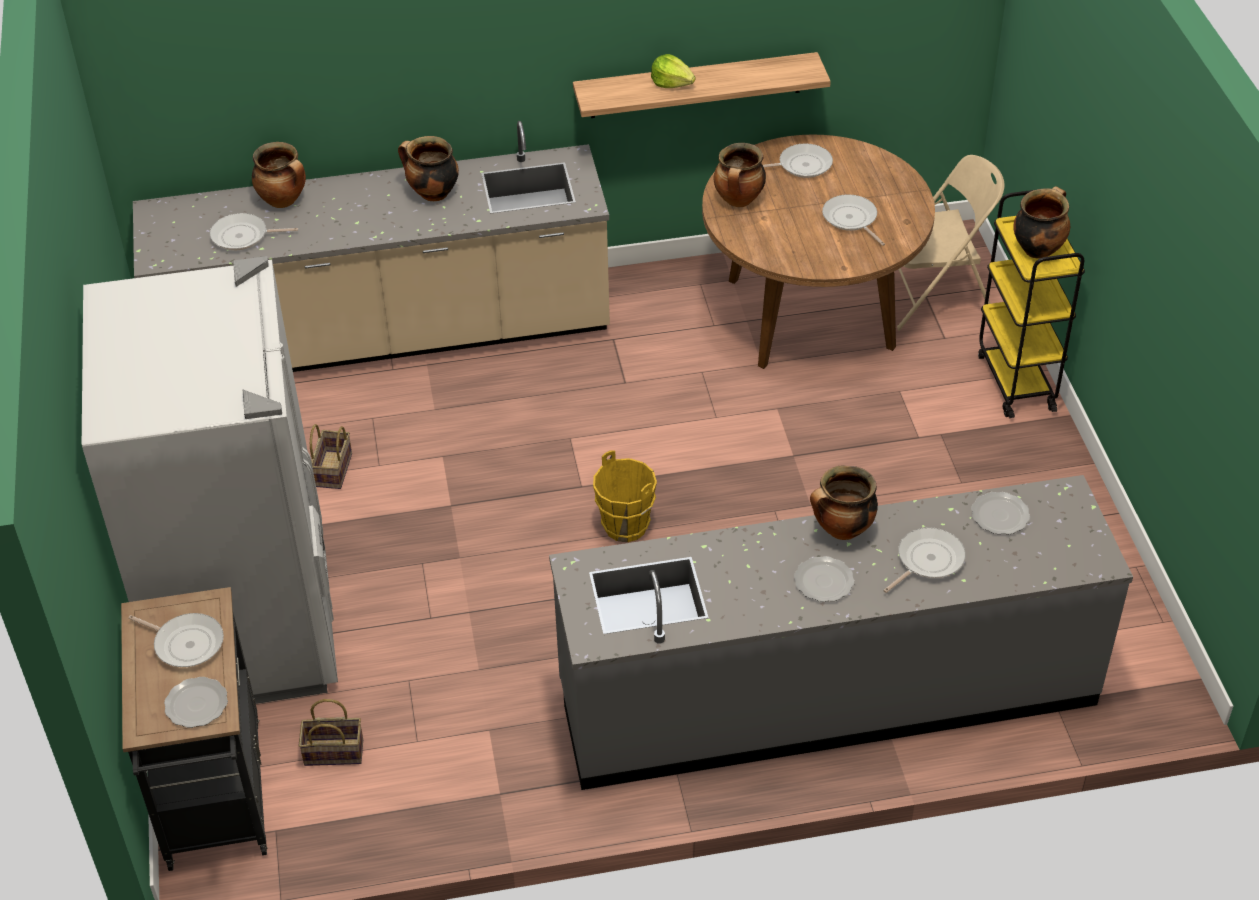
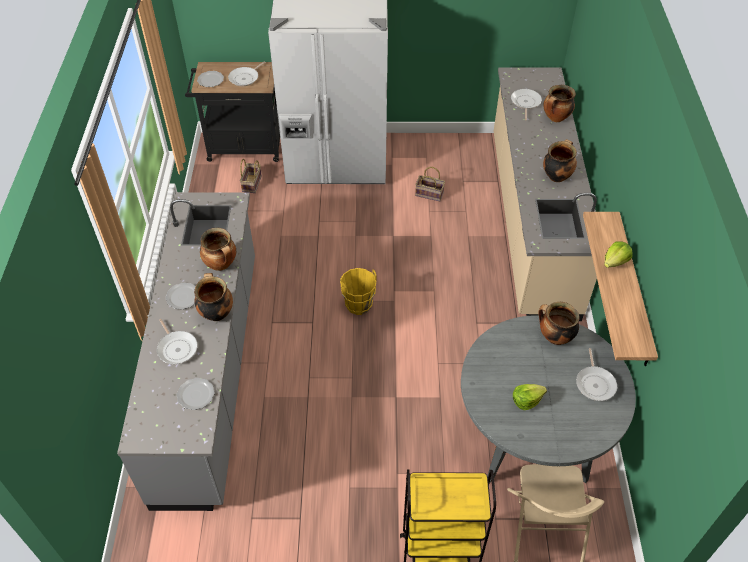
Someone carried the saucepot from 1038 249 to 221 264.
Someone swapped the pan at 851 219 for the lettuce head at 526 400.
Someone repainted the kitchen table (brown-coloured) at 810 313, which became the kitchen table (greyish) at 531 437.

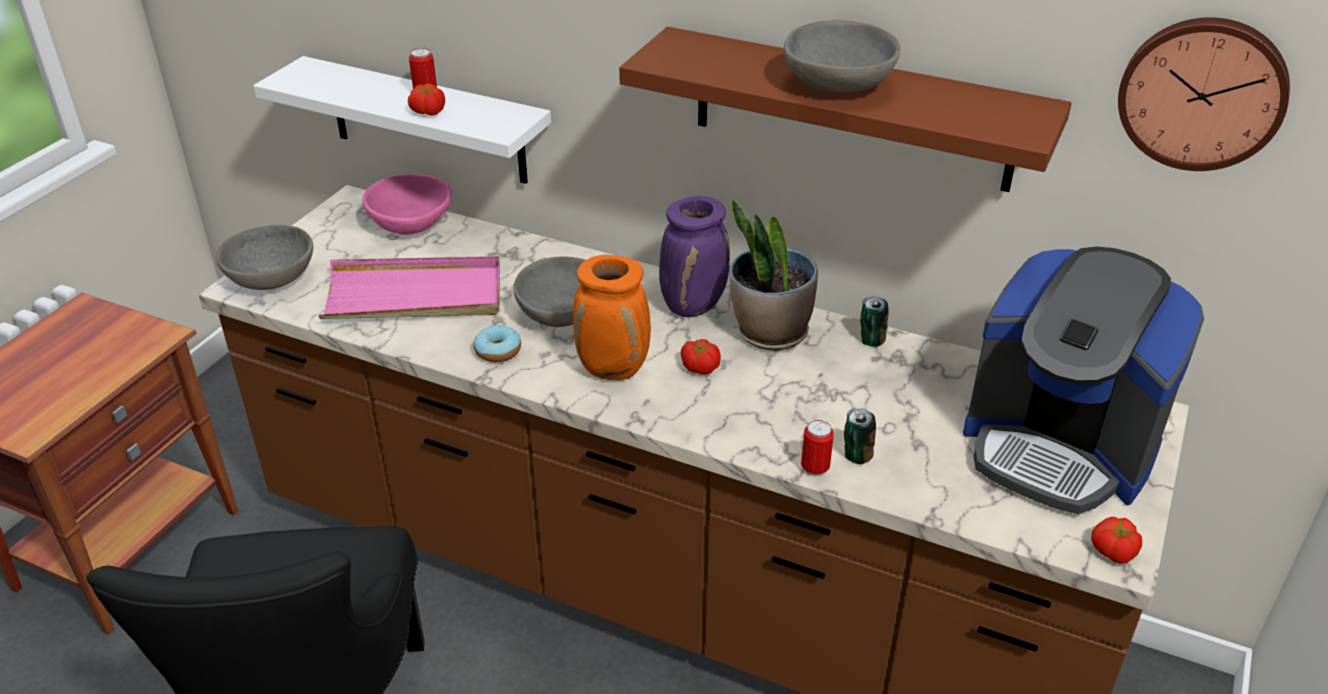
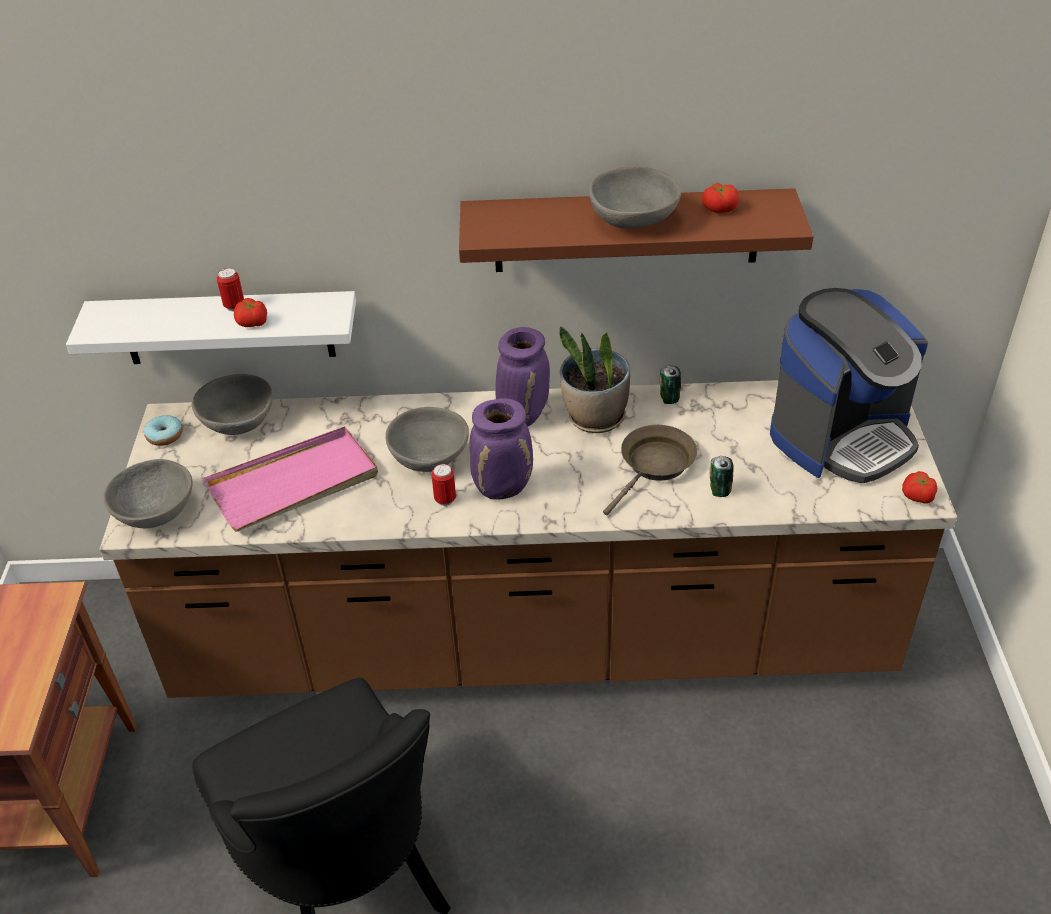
Someone took away the wall clock at 1202 92.
Someone put down the pan (brown-coloured) at 654 466.
Someone carried the donut from 498 351 to 165 436.
Someone carried the whole tomato from 700 366 to 719 208.
Someone carried the sealed can from 815 468 to 445 500.
Someone repainted the bowl (pinkish) at 411 225, which became the bowl (greyish) at 238 422.
Someone repainted the vase (orange-coloured) at 615 369, which became the vase (purple-coloured) at 503 488.
Someone rotated the coffee maker at 1058 448 by 45 degrees counterclockwise.

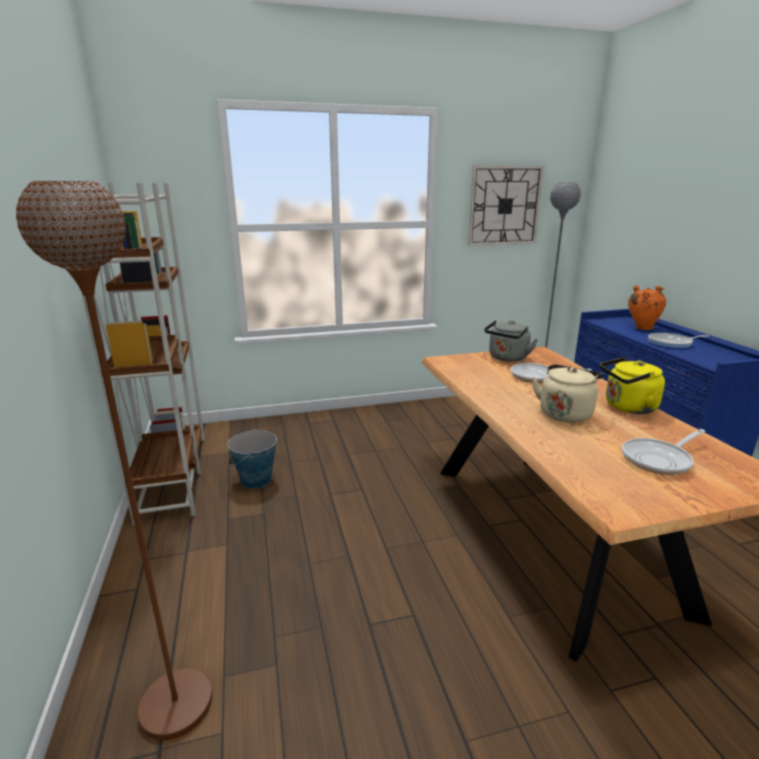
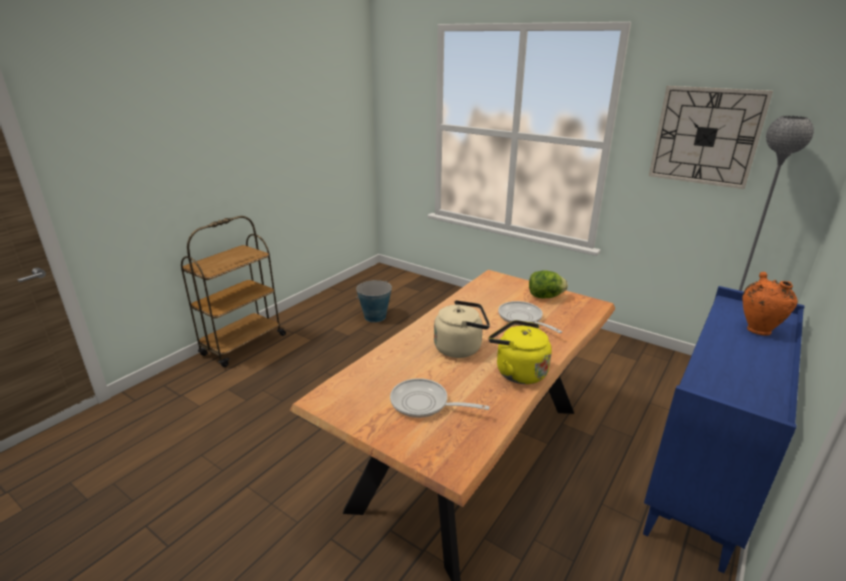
Someone took away the standing lamp (brown-coloured) at 175 705.
Someone took away the bookshelf (brown-coloured) at 173 475.
Someone took away the pan at 672 343.
Someone put down the wheeled cart (brown-coloured) at 242 345.
Someone swapped the tea kettle (greyish) at 507 358 for the lettuce head at 545 296.

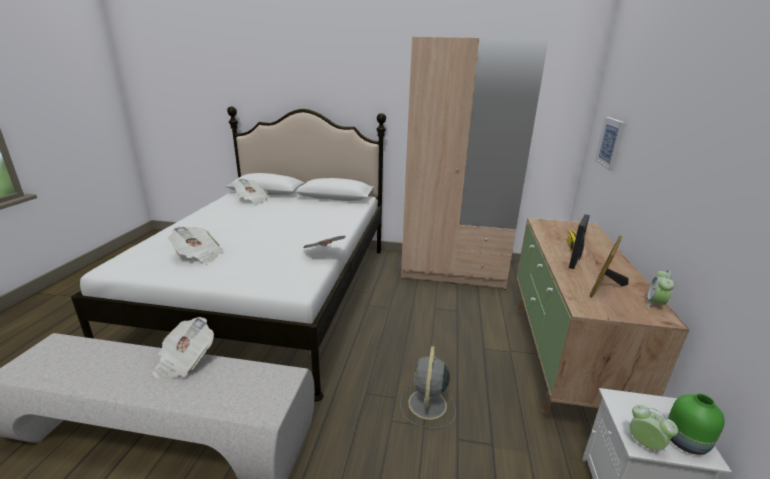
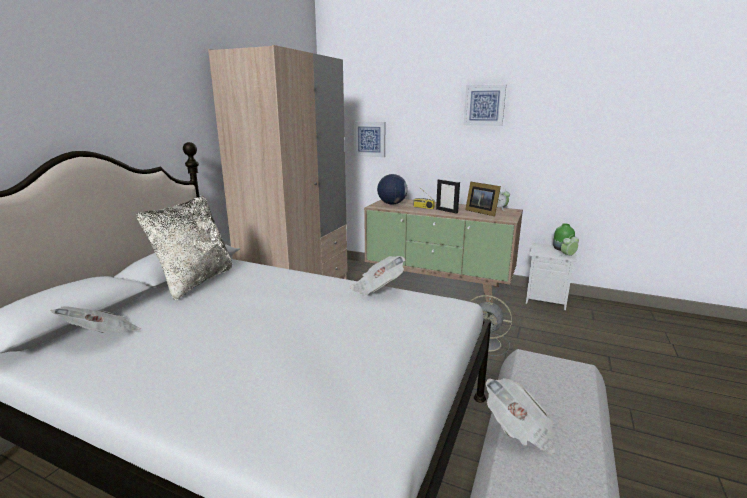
Someone took away the printed paper at 198 255.
Someone put down the pillow (beige-coloured) at 197 282.
Someone put down the world globe at 392 204.
Someone put up the wall art at 484 105.

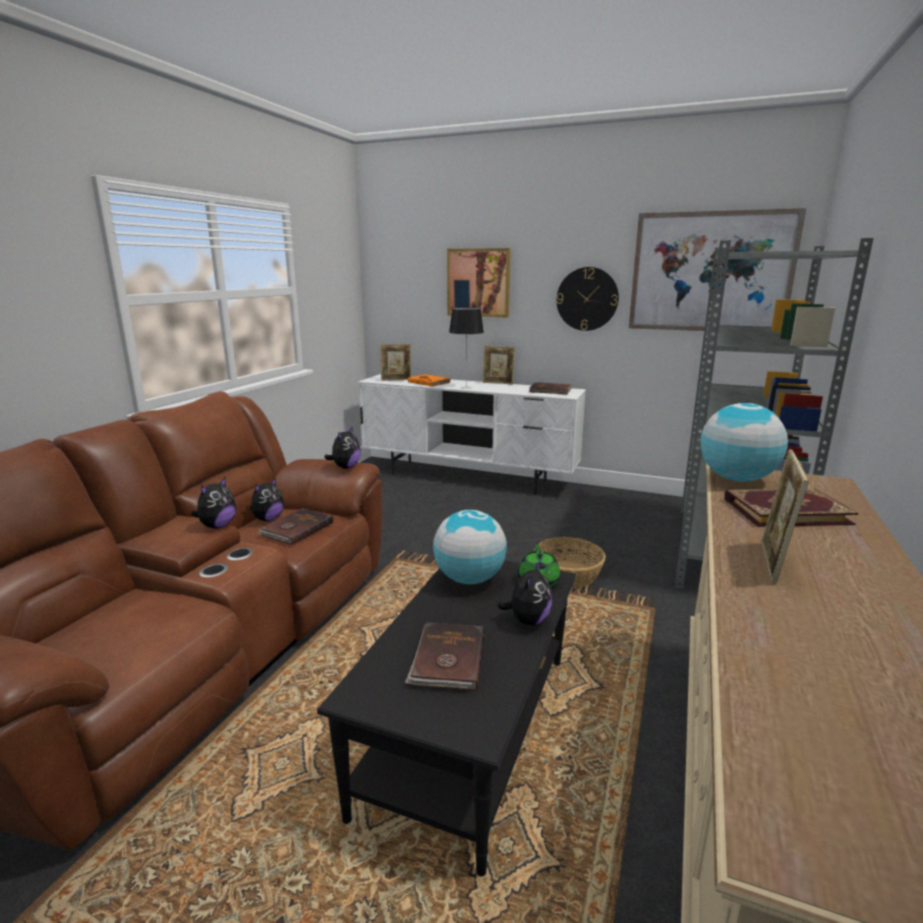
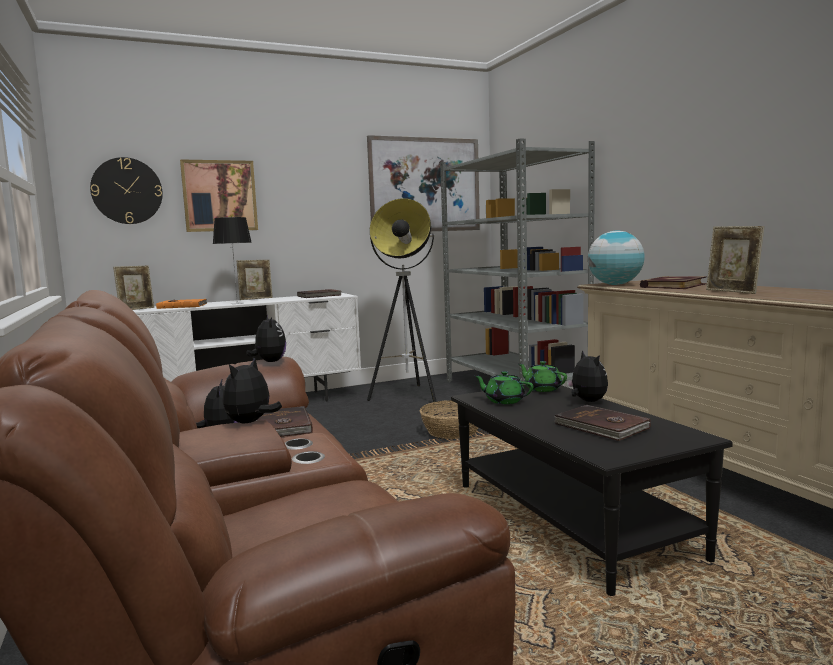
Someone put down the standing lamp at 408 395.
Someone carried the wall clock from 587 299 to 127 191.
Someone swapped the world globe at 469 579 for the teapot (green) at 504 401.
Someone rotated the soft toy at 217 526 by 135 degrees counterclockwise.

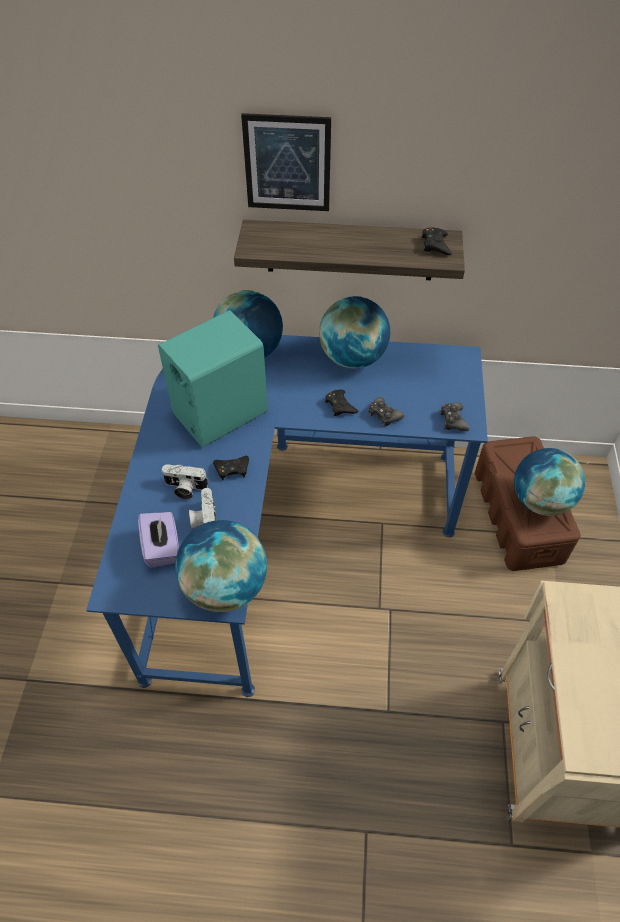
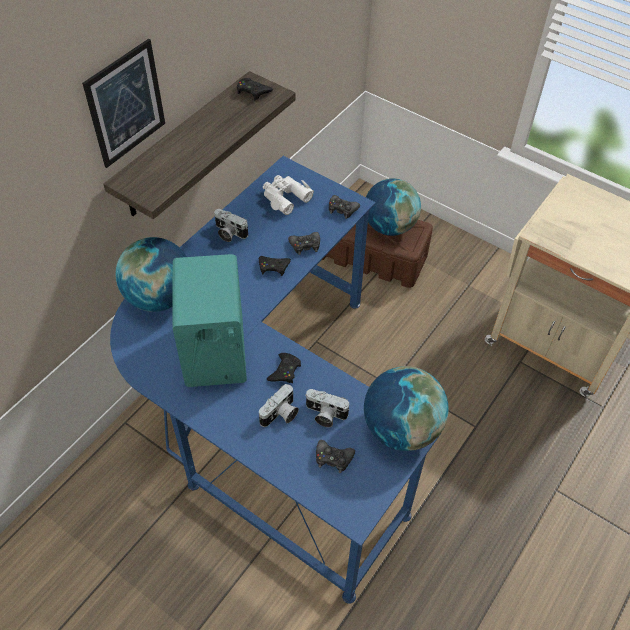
Someone put down the pair of binoculars (white) at 285 197.
Someone swapped the tissue box (purple-coloured) at 162 548 for the game controller (blackish) at 333 458.
Someone swapped the world globe at 353 358 for the photo camera at 229 233.

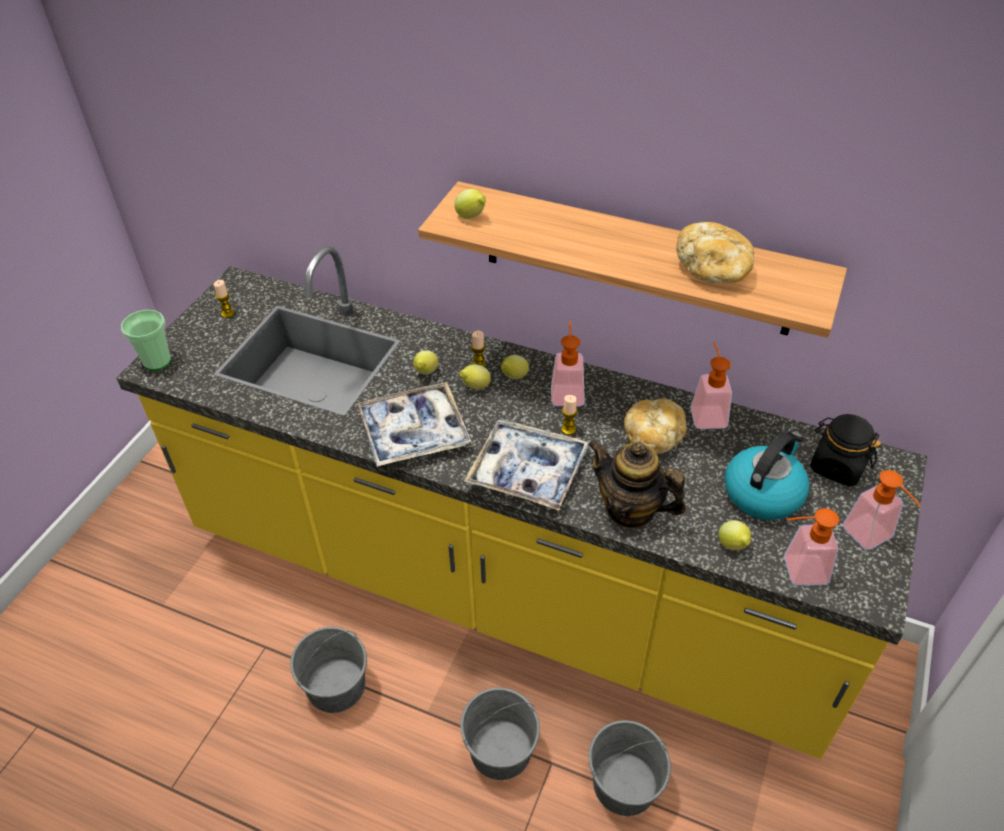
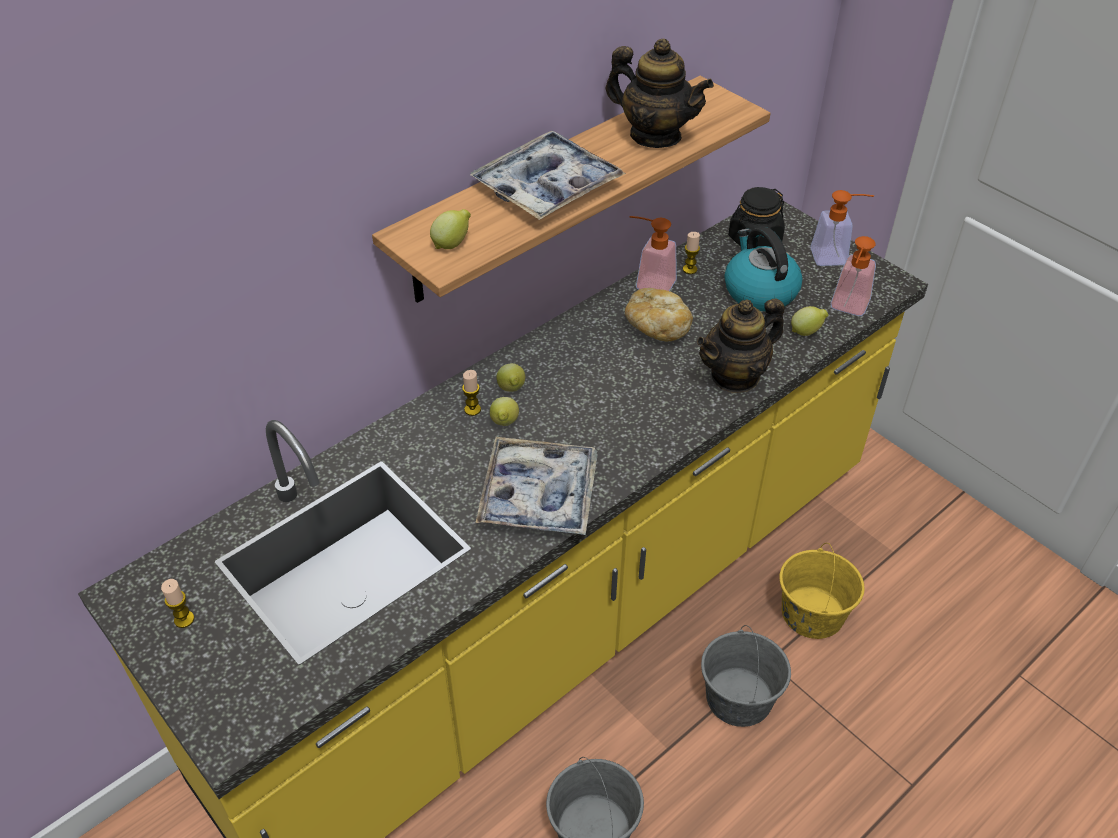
Someone took away the cup at 157 361.
Someone took away the whole lemon at 426 373.
Someone took away the soap bottle at 567 391.
Someone carried the tray from 528 471 to 547 187.
Someone carried the candle from 568 429 to 689 269.
Someone swapped the baked bread at 713 270 for the teapot at 655 136.
Someone repainted the bucket (greyish) at 625 784, which became the bucket (yellowish) at 812 613.

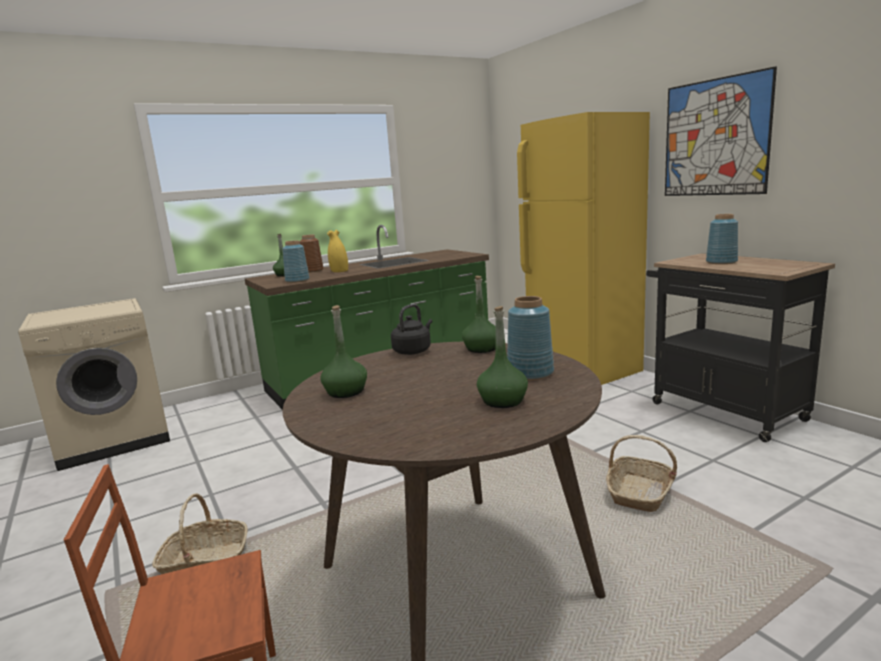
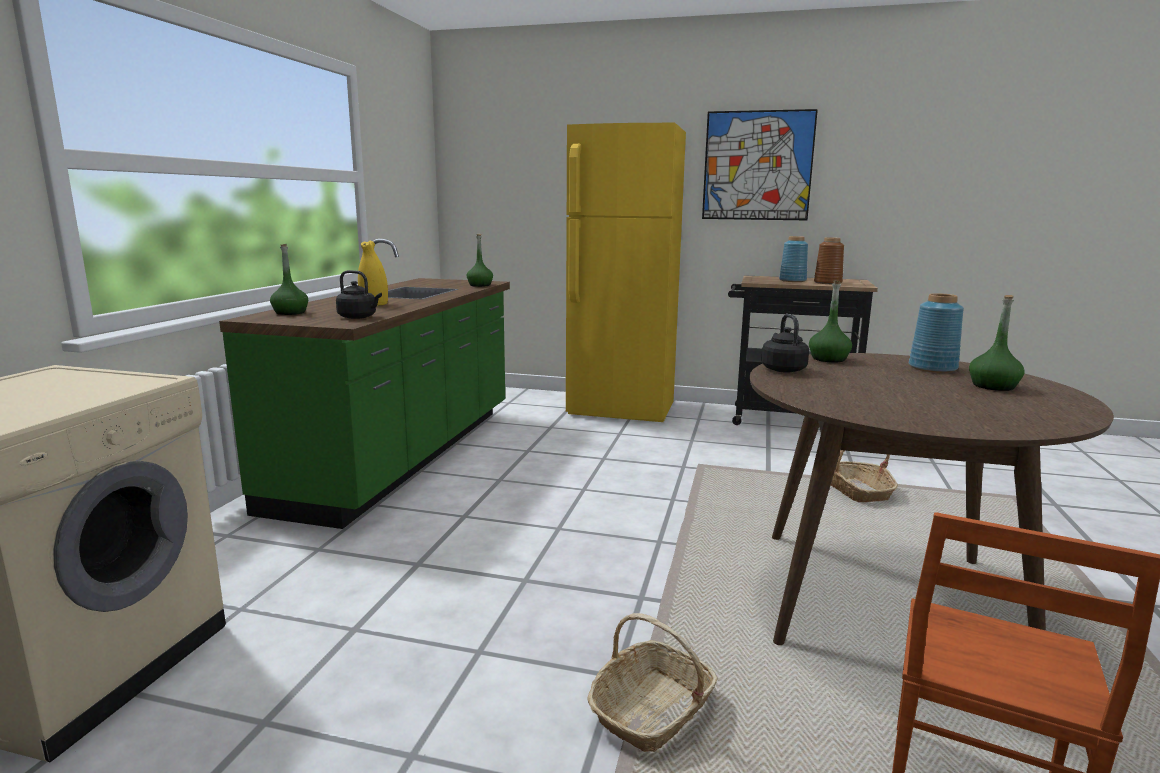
Someone carried the vase (brown-coloured) from 313 271 to 828 283.
Someone carried the bottle (green) from 346 392 to 480 285.
Someone swapped the vase (blue) at 297 280 for the tea kettle (blackish) at 359 317.

